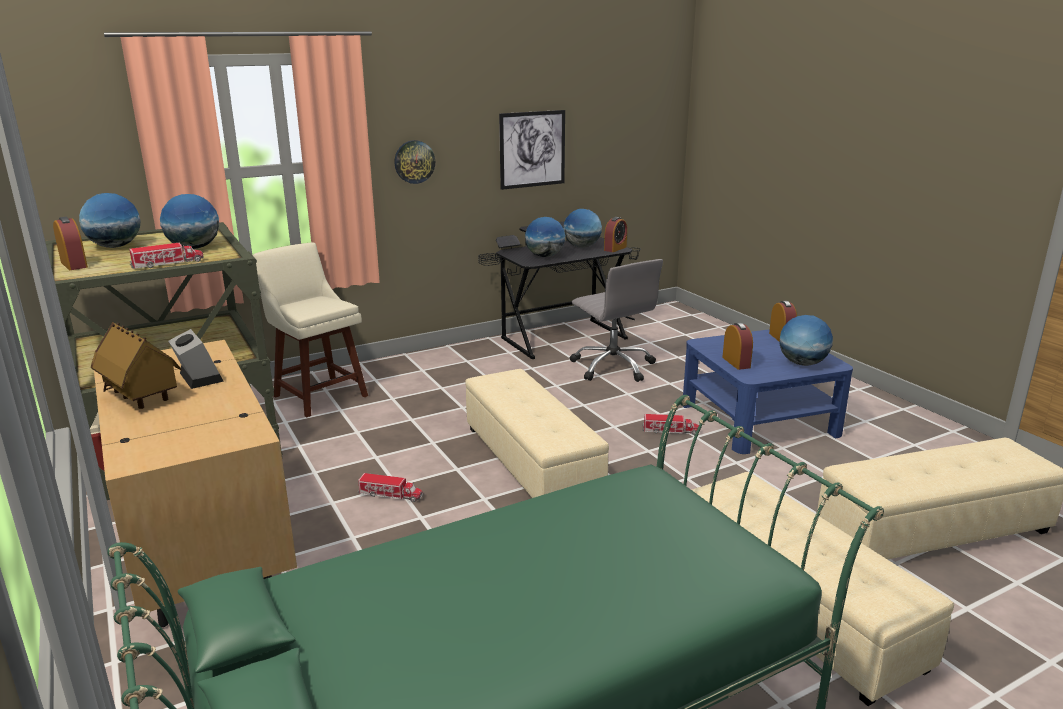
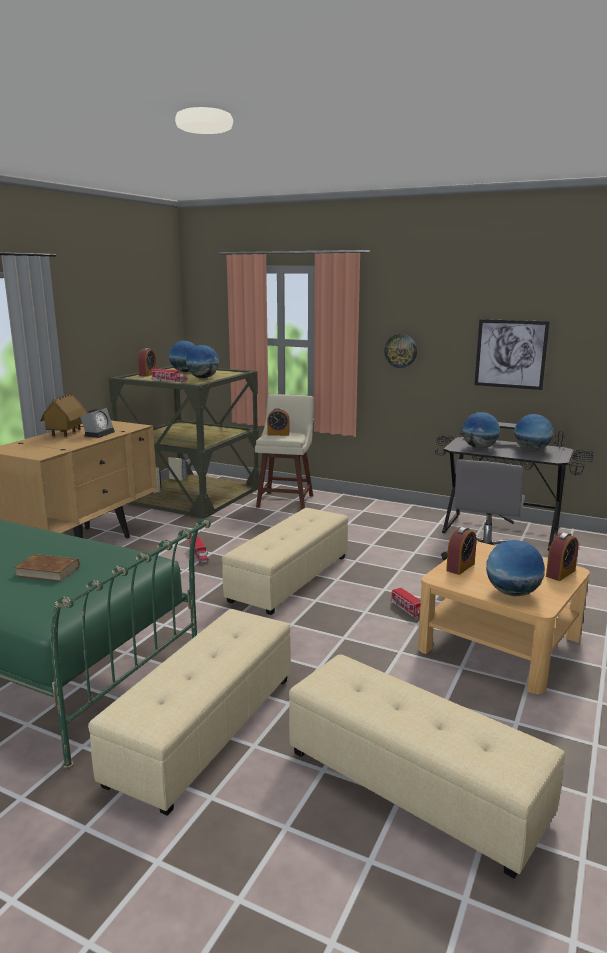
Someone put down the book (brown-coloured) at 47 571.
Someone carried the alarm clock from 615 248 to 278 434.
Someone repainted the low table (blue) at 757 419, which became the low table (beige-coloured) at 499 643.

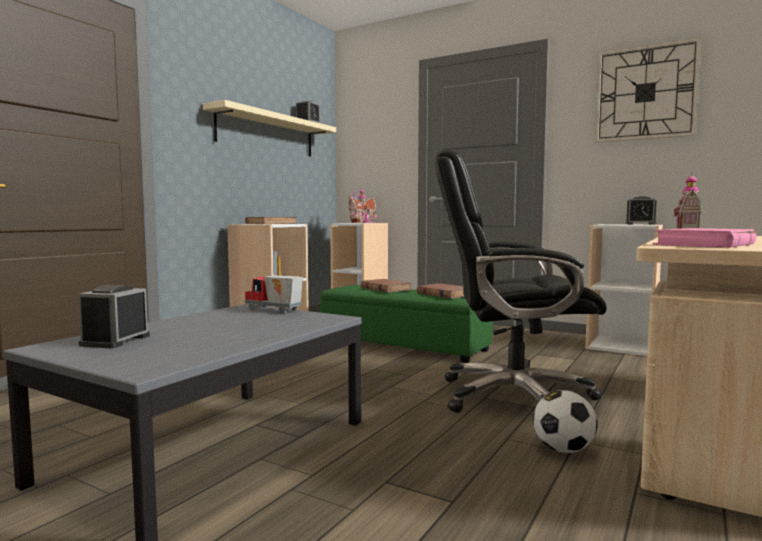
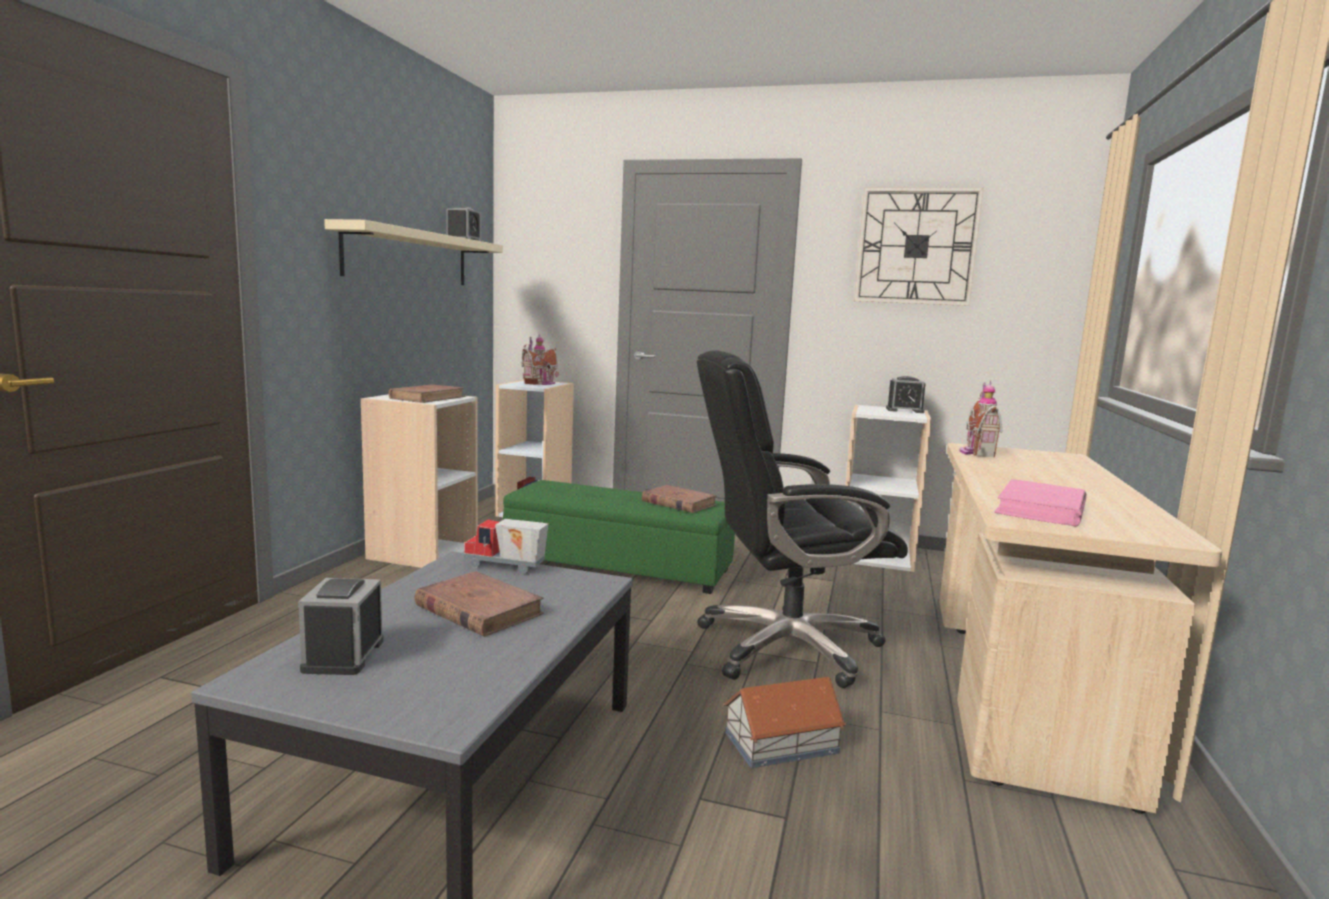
Someone took away the football at 563 450.
Someone put down the toy house at 782 742.
Someone carried the book (brown-coloured) from 385 289 to 478 609.

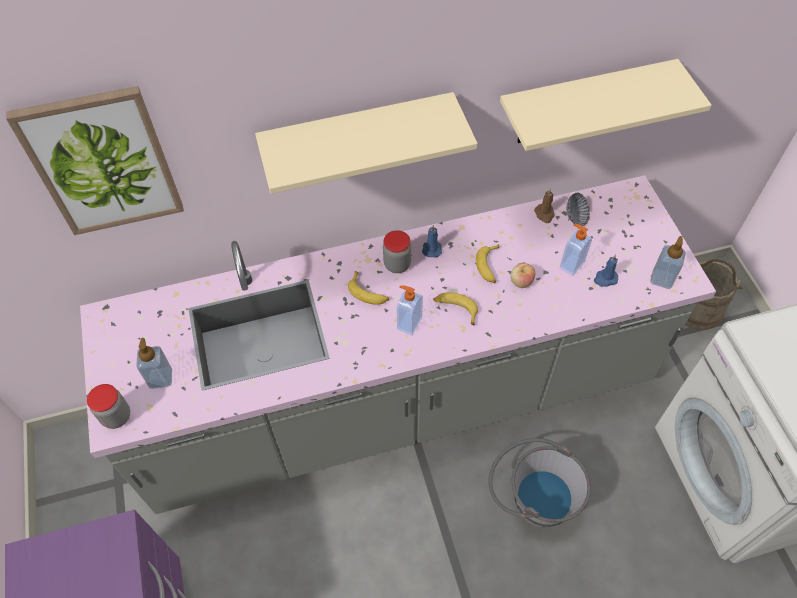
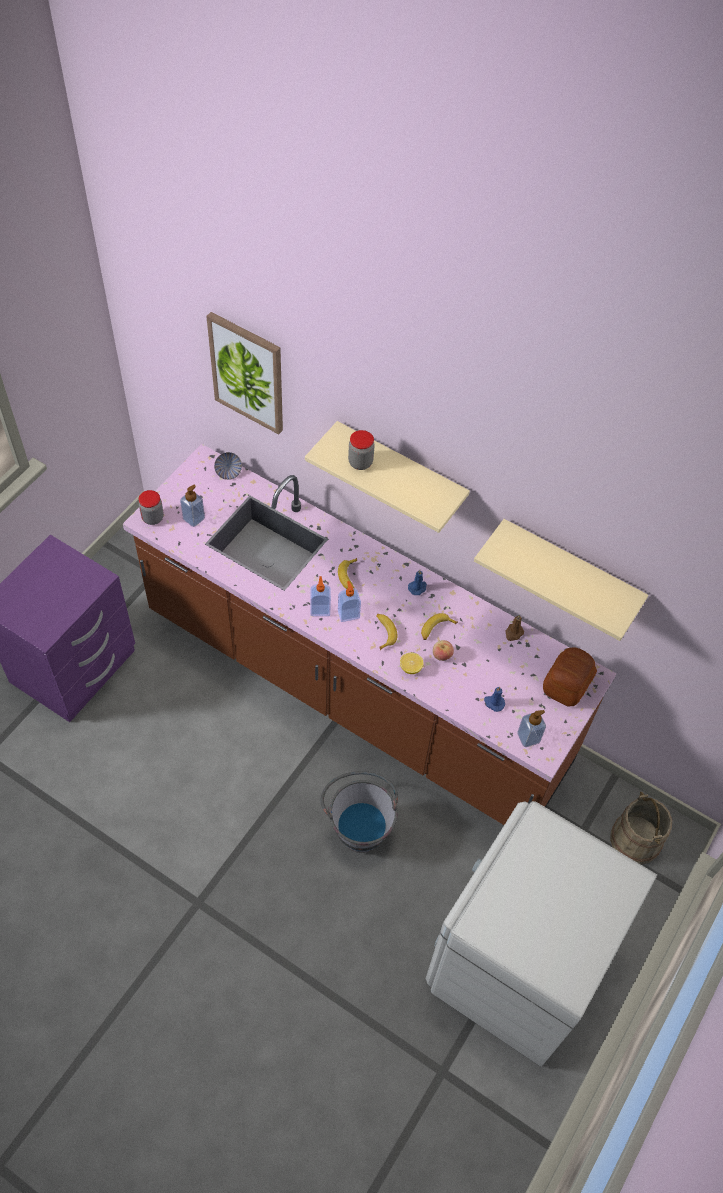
Someone put down the whole lemon at 410 668.
Someone put down the baked bread at 566 684.
Someone carried the preserve jar from 397 264 to 360 462.
Someone carried the soap bottle from 571 264 to 320 609.
Someone carried the bowl from 576 217 to 228 472.
Someone repainted the kitchen counter (greyish) at 400 403, which became the kitchen counter (brown-coloured) at 355 690.

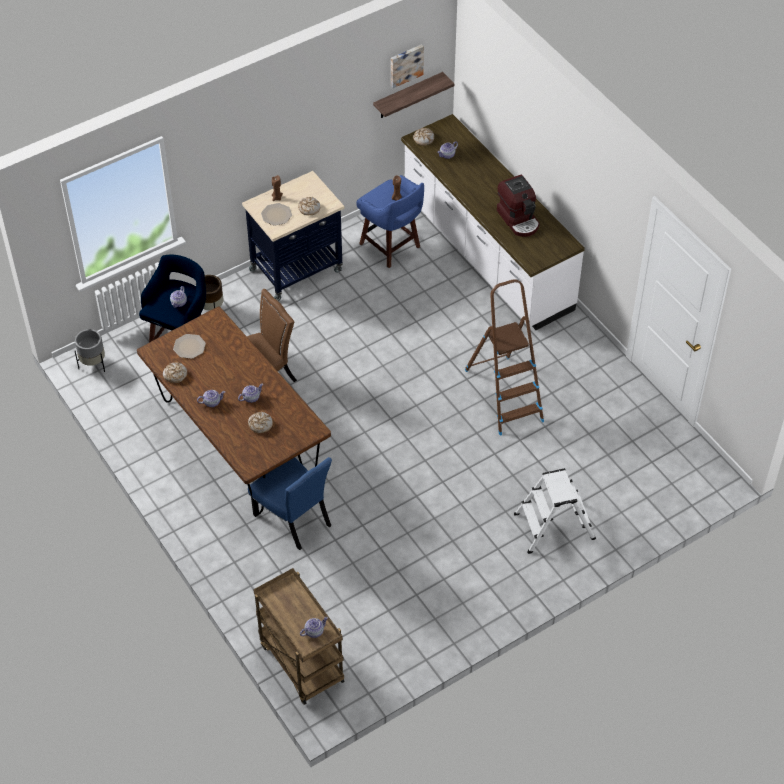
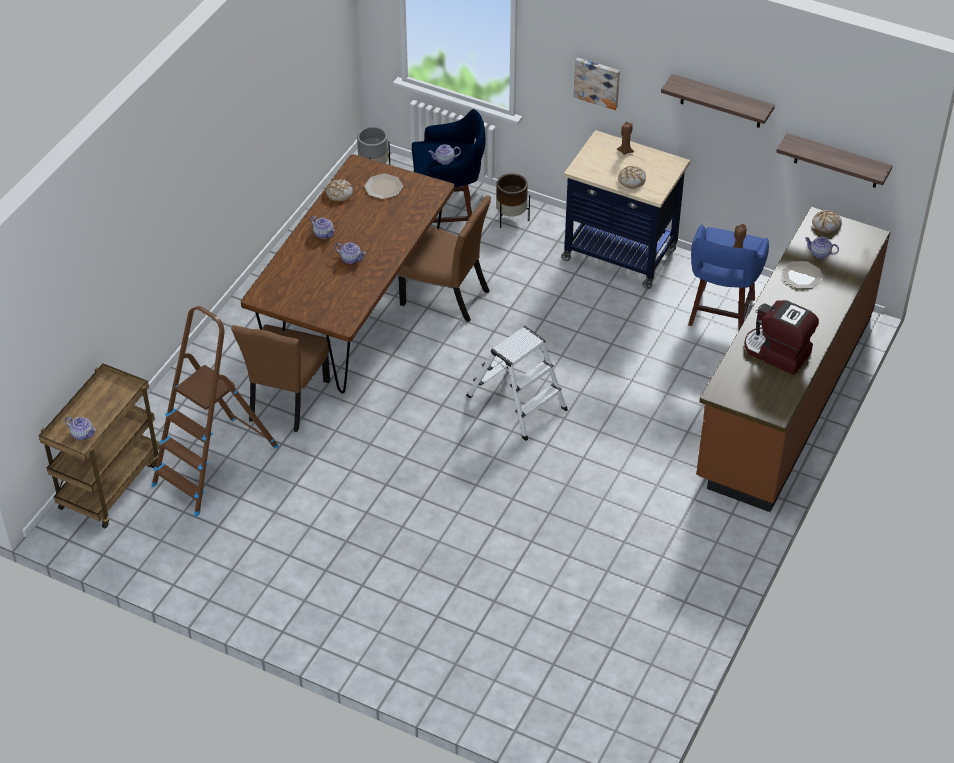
Someone took away the baked bread at 260 424.
Someone put up the bracket shelf at 721 102.
Someone carried the dinner plate from 276 215 to 801 275.
Someone carried the wall art from 405 65 to 597 82.
Someone carried the stepladder (brown-coloured) from 504 395 to 215 466.
Someone carried the stepladder (white) from 554 526 to 516 402.
Someone repainted the chair (blue) at 293 517, which became the chair (brown-coloured) at 287 398.
Someone repainted the kitchen counter (white) at 486 254, which became the kitchen counter (brown-coloured) at 784 397.
Someone rotated the coffee maker at 519 219 by 90 degrees clockwise.

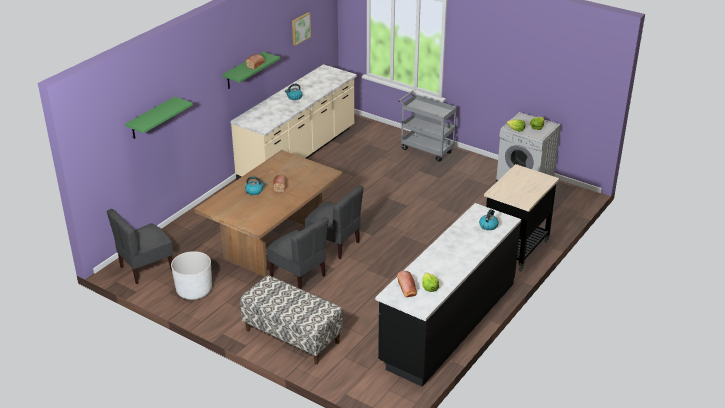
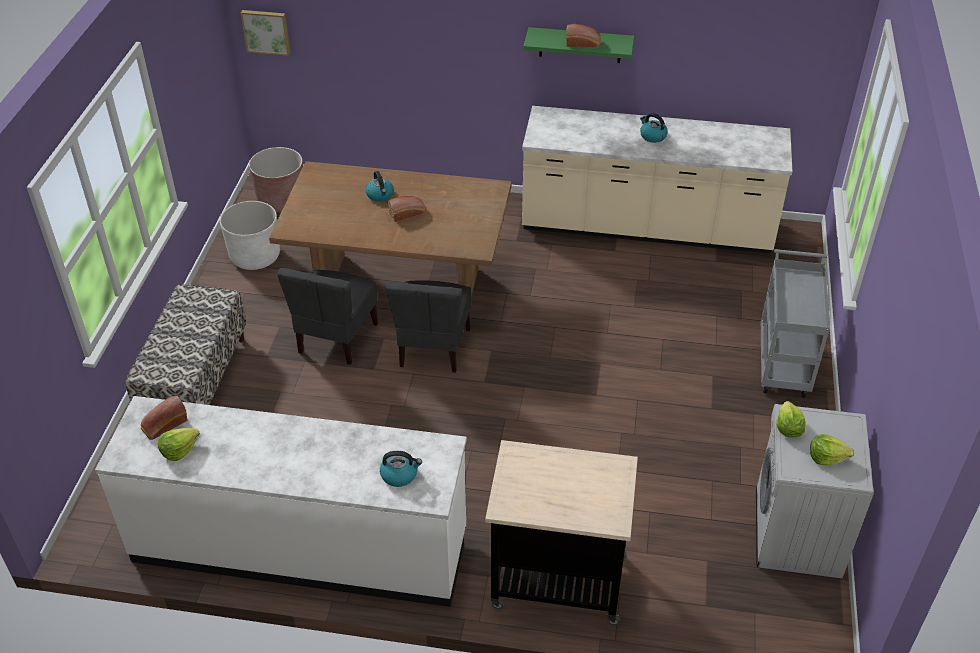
Someone took away the bracket shelf (green) at 151 118.
Someone carried the wall art from 300 28 to 266 31.
Someone swapped the chair (greyish) at 146 268 for the flower pot (brown-coloured) at 281 200.
Someone repainted the kitchen counter (blackish) at 448 322, which became the kitchen counter (white) at 301 546.

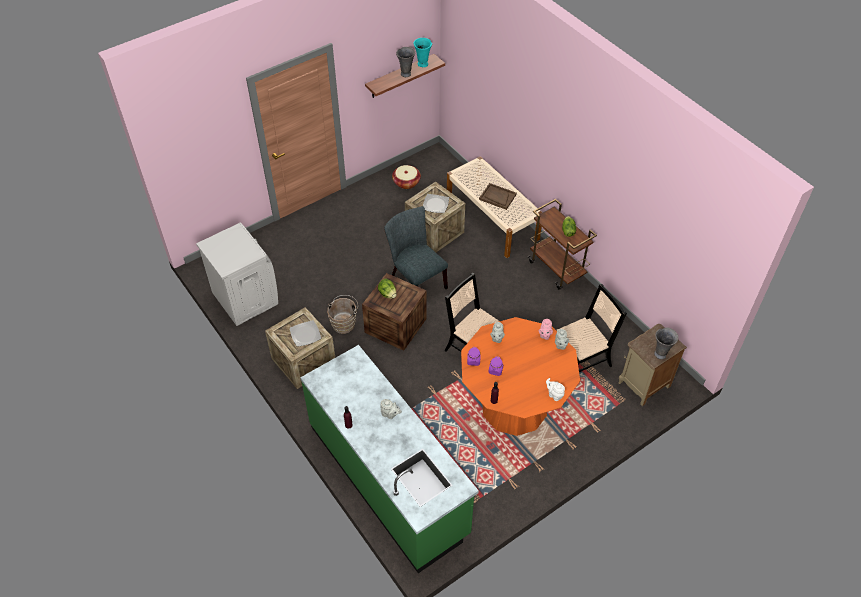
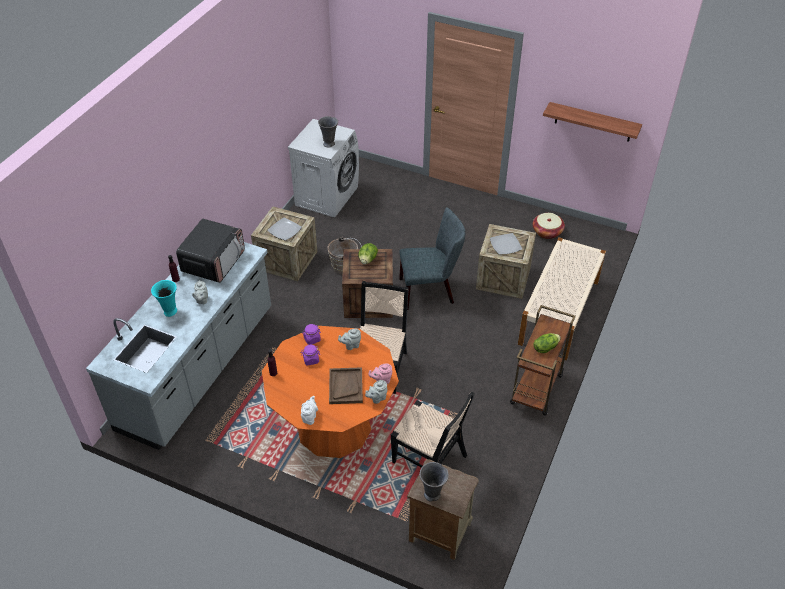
Someone put down the microwave at 214 262.
Someone carried the vase (greyish) from 406 73 to 329 144.
Someone carried the vase (turquoise-coloured) from 423 64 to 170 312.
Someone carried the tray (brown-coloured) from 497 197 to 345 386.
Someone repainted the kitchen counter (green) at 389 479, which became the kitchen counter (greyish) at 198 368.
Someone rotated the chair (greyish) at 415 282 by 60 degrees clockwise.

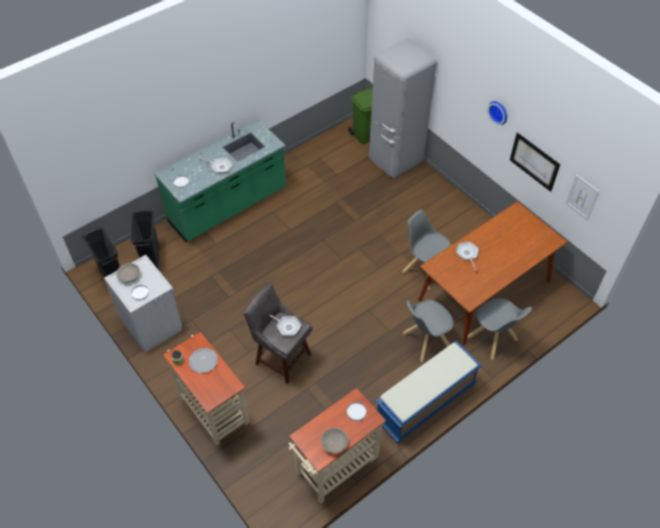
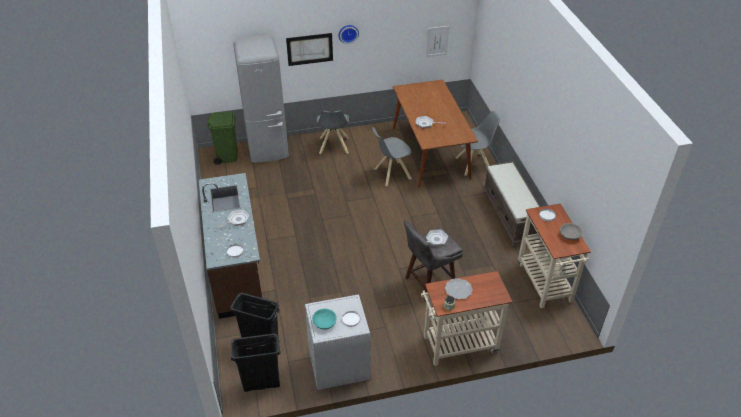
Someone carried the chair (greyish) from 425 341 to 333 146.
Someone carried the wall art from 534 161 to 310 49.
Someone repainted the bowl (greyish) at 129 276, which became the bowl (turquoise-coloured) at 324 322.
Someone repainted the kitchen counter (green) at 228 207, which became the kitchen counter (brown-coloured) at 237 268.
Someone repainted the indoor bench (blue) at 425 403, which became the indoor bench (brown-coloured) at 510 216.

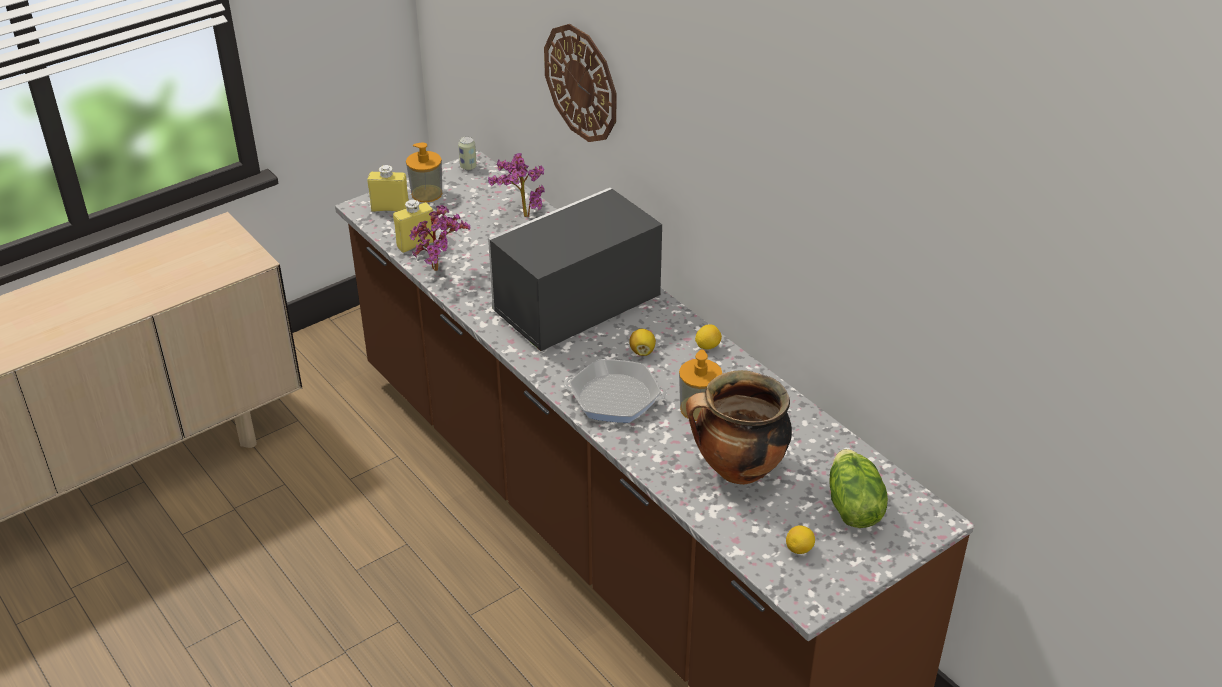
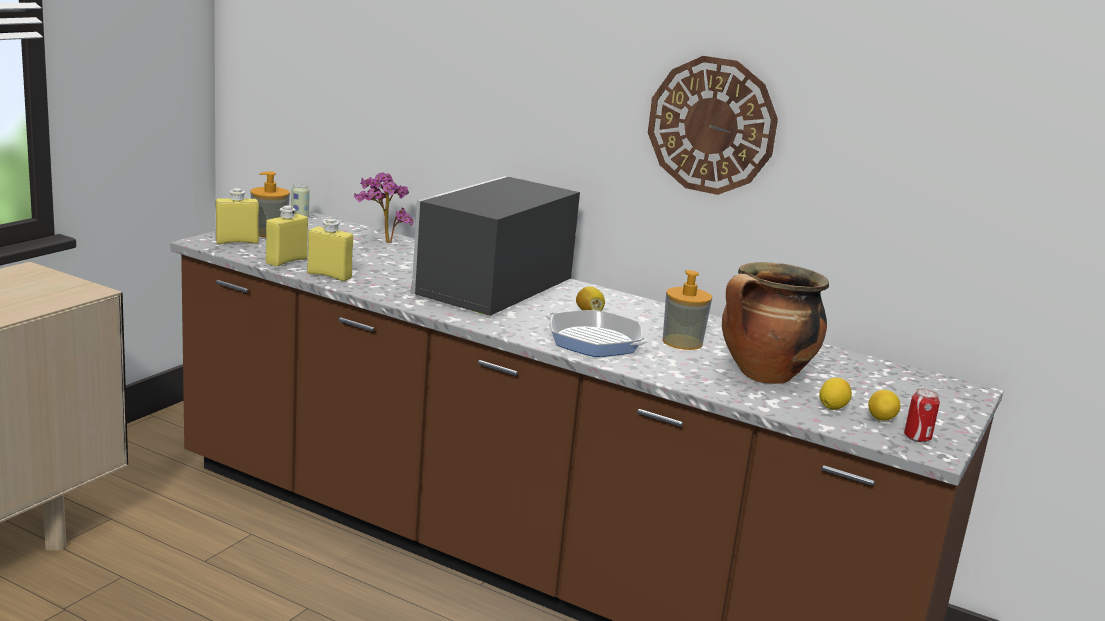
Someone took away the lettuce head at 852 507.
Someone put down the sealed can at 917 437.
Someone carried the wall clock from 581 83 to 712 125.
Someone carried the whole lemon from 707 346 to 832 407.
Someone swapped the plant in a pot at 440 270 for the bottle (yellowish) at 329 275.
Someone rotated the pan at 615 398 by 135 degrees counterclockwise.

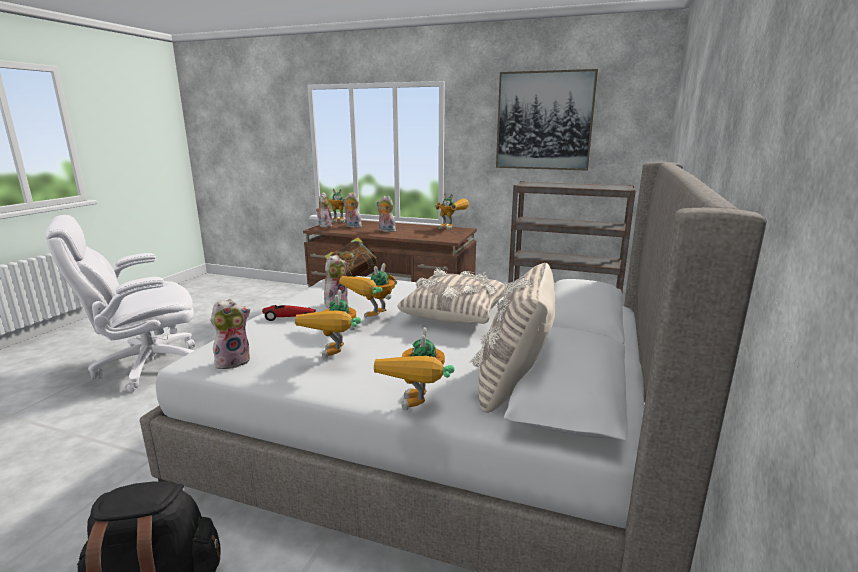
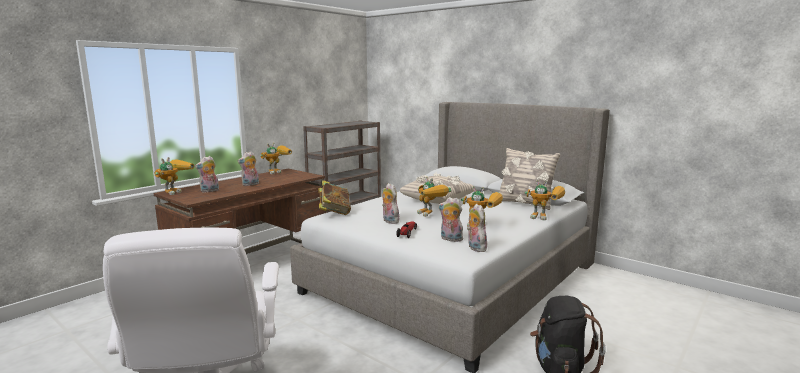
Someone took away the wall art at 544 121.
Someone carried the soft toy from 324 225 to 450 239.

